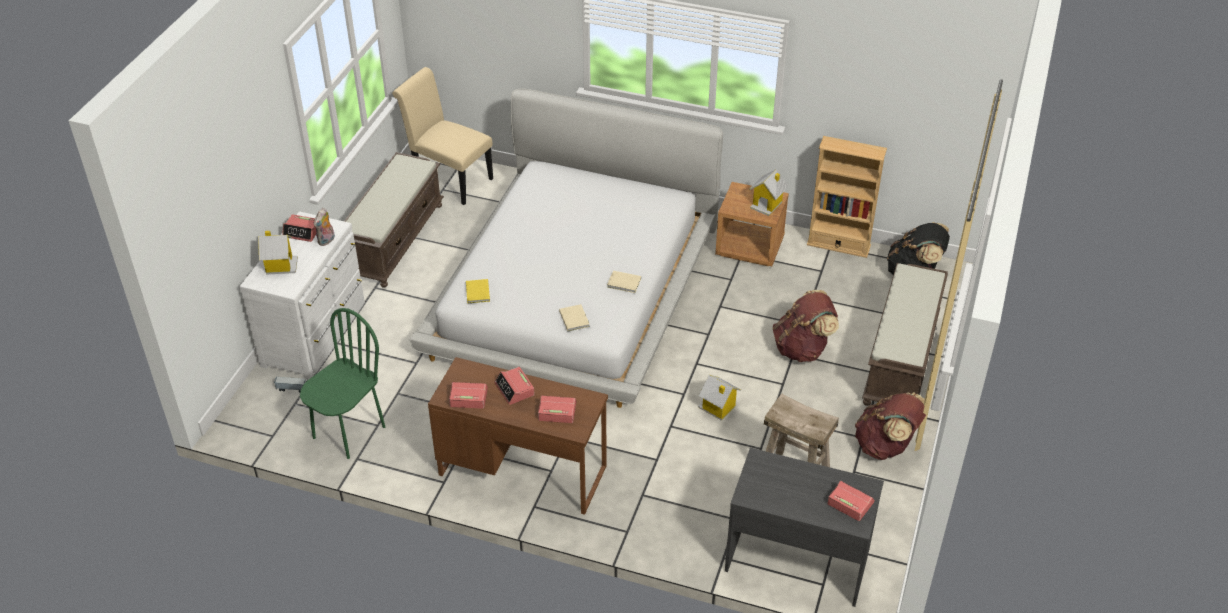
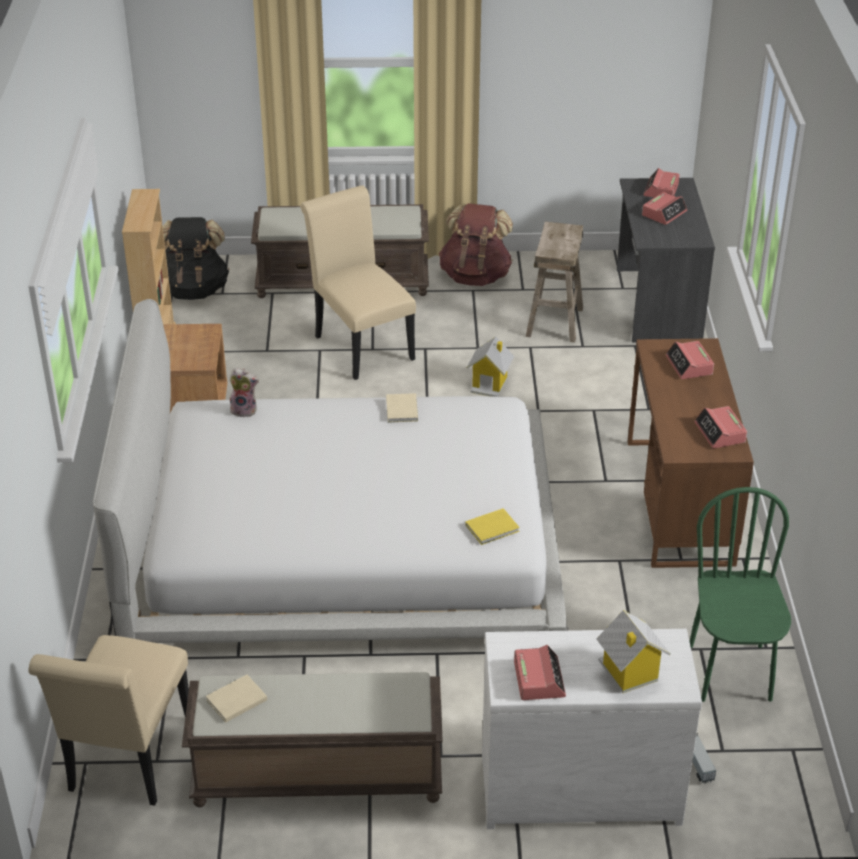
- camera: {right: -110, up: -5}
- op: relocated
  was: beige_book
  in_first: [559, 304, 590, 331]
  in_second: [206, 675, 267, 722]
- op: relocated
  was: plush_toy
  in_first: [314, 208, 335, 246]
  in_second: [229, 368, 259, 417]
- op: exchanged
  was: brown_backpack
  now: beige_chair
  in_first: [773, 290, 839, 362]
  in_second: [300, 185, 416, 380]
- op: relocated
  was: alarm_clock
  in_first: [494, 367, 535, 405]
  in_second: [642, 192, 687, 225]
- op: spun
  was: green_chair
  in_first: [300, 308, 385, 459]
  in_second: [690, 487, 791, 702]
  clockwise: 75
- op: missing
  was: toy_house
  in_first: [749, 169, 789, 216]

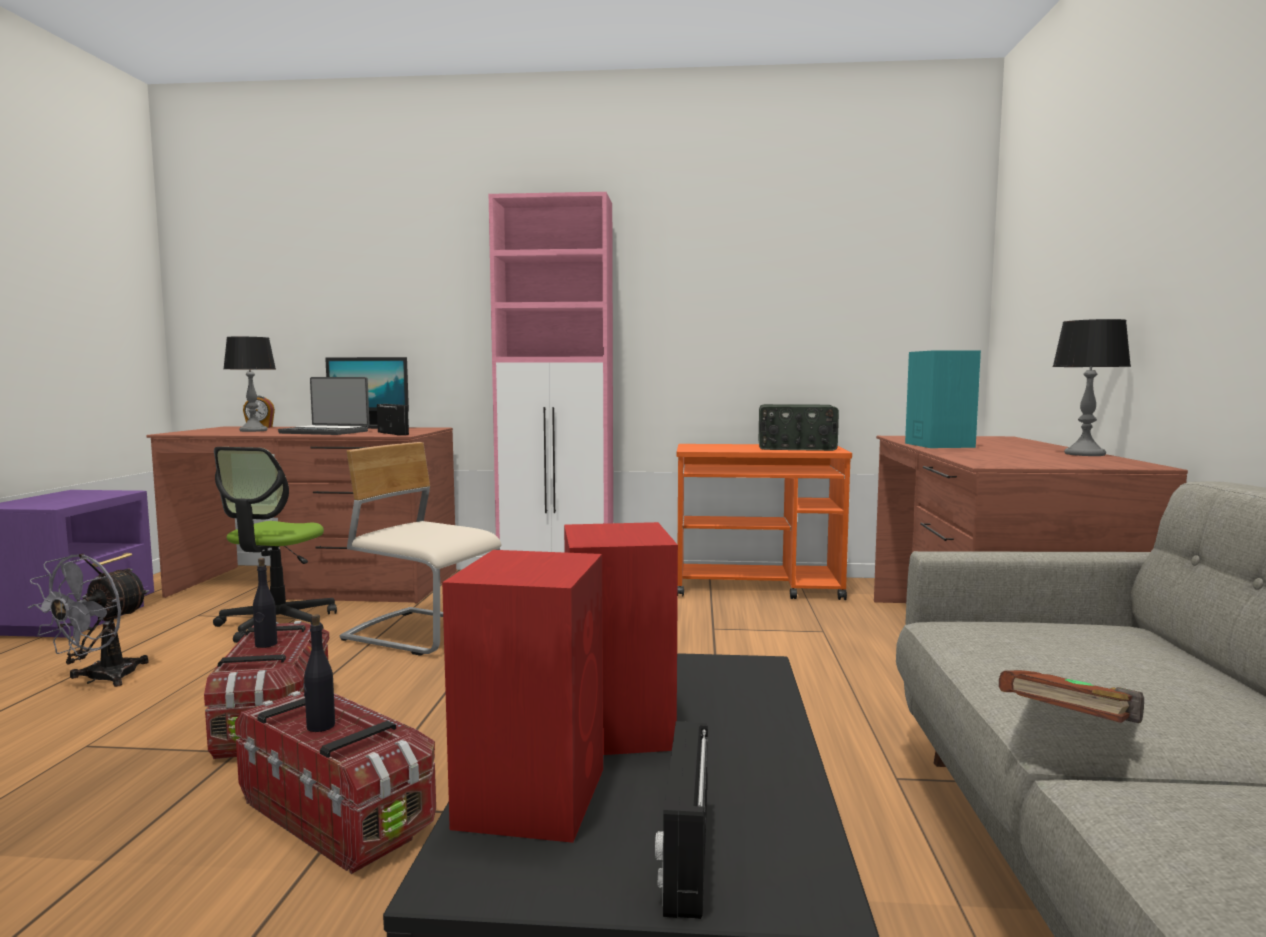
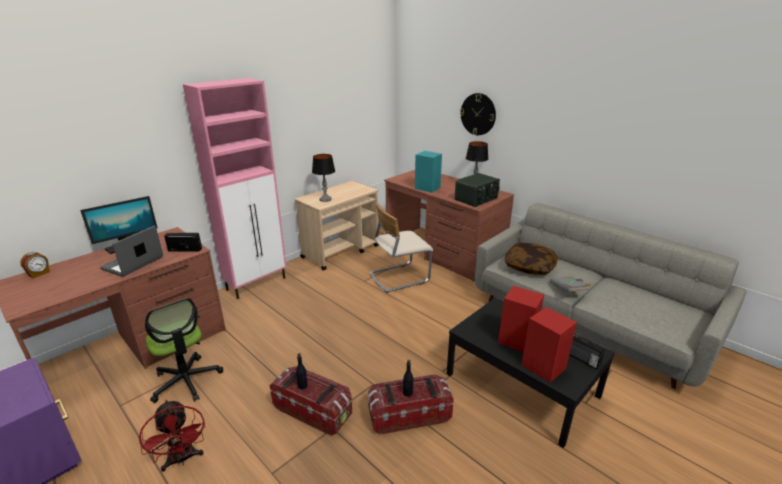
- camera: {right: -50, up: 20}
- op: spun
  was: laptop
  in_first: [278, 377, 370, 435]
  in_second: [100, 226, 163, 277]
  clockwise: 150
- op: colour
  was: grey_fan
  now: red_fan
  in_first: [27, 554, 149, 687]
  in_second: [139, 400, 205, 472]
- op: colour
  was: orange_cart
  now: beige_cart
  in_first: [677, 444, 852, 600]
  in_second: [295, 181, 378, 271]
- op: relocated
  was: table_lamp
  in_first: [224, 337, 276, 432]
  in_second: [312, 154, 335, 202]
- op: relocated
  was: beige_chair
  in_first: [340, 442, 501, 656]
  in_second: [370, 203, 433, 293]
- op: relocated
  was: radio
  in_first: [759, 404, 839, 451]
  in_second: [455, 173, 500, 207]
- op: appeared
  now: wall_clock
  in_second: [460, 93, 496, 135]
- op: appeared
  now: pillow
  in_second: [504, 243, 558, 275]
- op: colour
  was: brown_book
  now: grey_book
  in_first: [999, 670, 1144, 723]
  in_second: [550, 276, 590, 292]

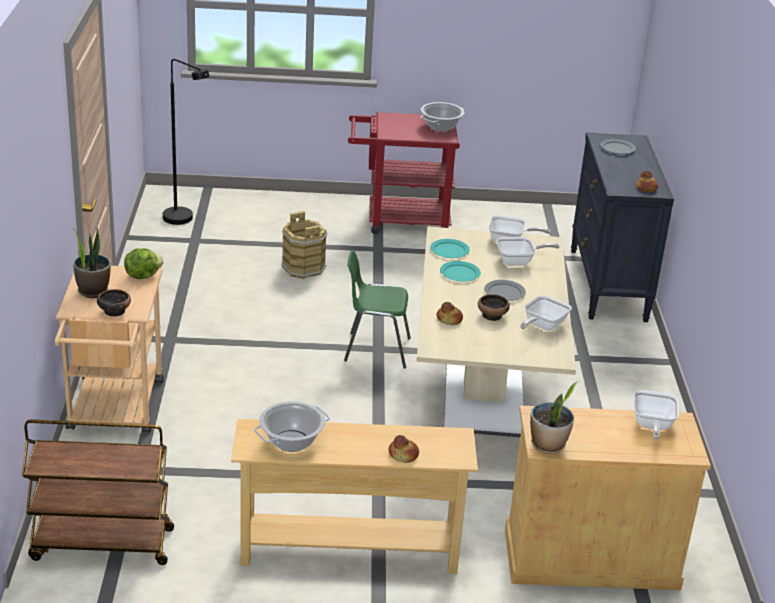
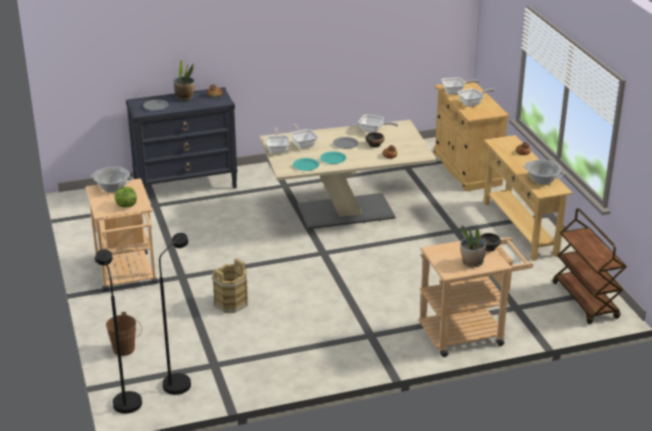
- camera: {right: -105, up: 0}
- op: colour
  was: red_cart
  now: beige_cart
  in_first: [348, 112, 460, 234]
  in_second: [86, 178, 158, 292]
- op: appeared
  now: black_floor_lamp
  in_second: [96, 249, 142, 414]
- op: appeared
  now: brown_bucket
  in_second: [106, 312, 142, 356]
- op: relocated
  was: lettuce
  in_first: [124, 248, 163, 279]
  in_second: [115, 187, 137, 207]
- op: relocated
  was: potted_plant
  in_first: [530, 382, 578, 454]
  in_second: [174, 58, 194, 101]
- op: appeared
  now: frying_pan
  in_second: [458, 88, 494, 107]
- op: missing
  was: green_chair
  in_first: [344, 250, 411, 369]

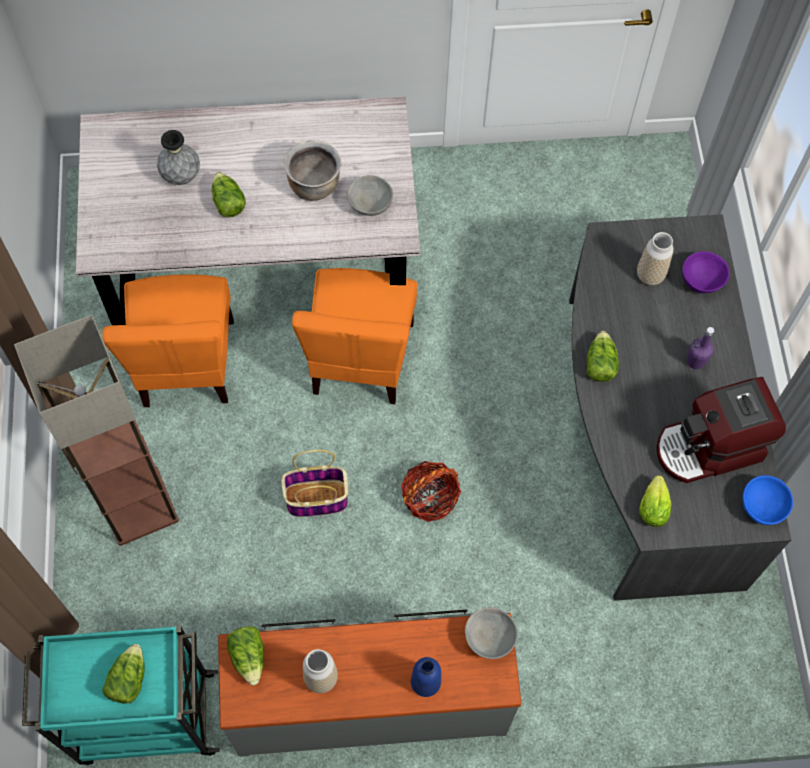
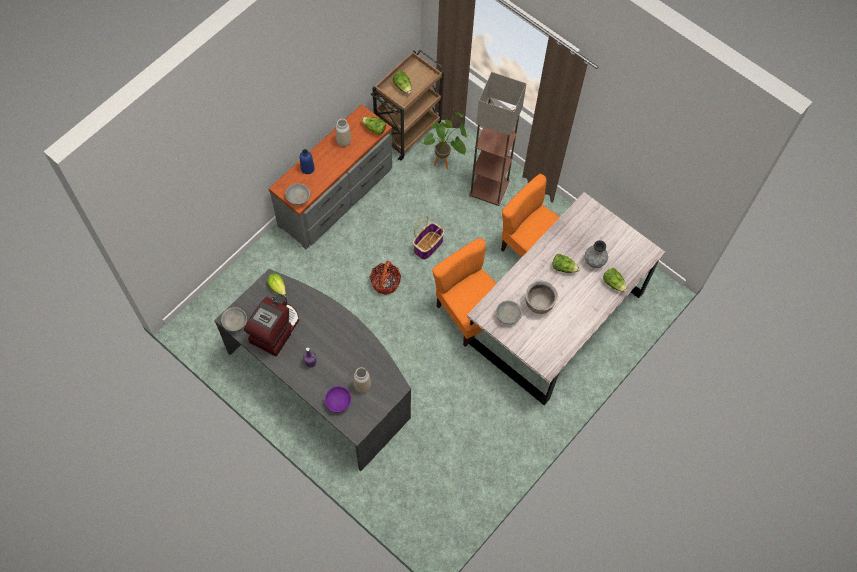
- camera: {right: 135, up: 0}
- op: colour
  was: blue_bowl
  now: grey_bowl
  in_first: [742, 475, 793, 525]
  in_second: [221, 307, 247, 332]
- op: colour
  was: turquoise_cart
  now: brown_cart
  in_first: [22, 626, 220, 765]
  in_second: [370, 50, 444, 161]
- op: appeared
  now: potted_plant
  in_second: [422, 110, 468, 169]
- op: relocated
  was: lettuce
  in_first: [587, 331, 619, 382]
  in_second: [603, 268, 627, 292]

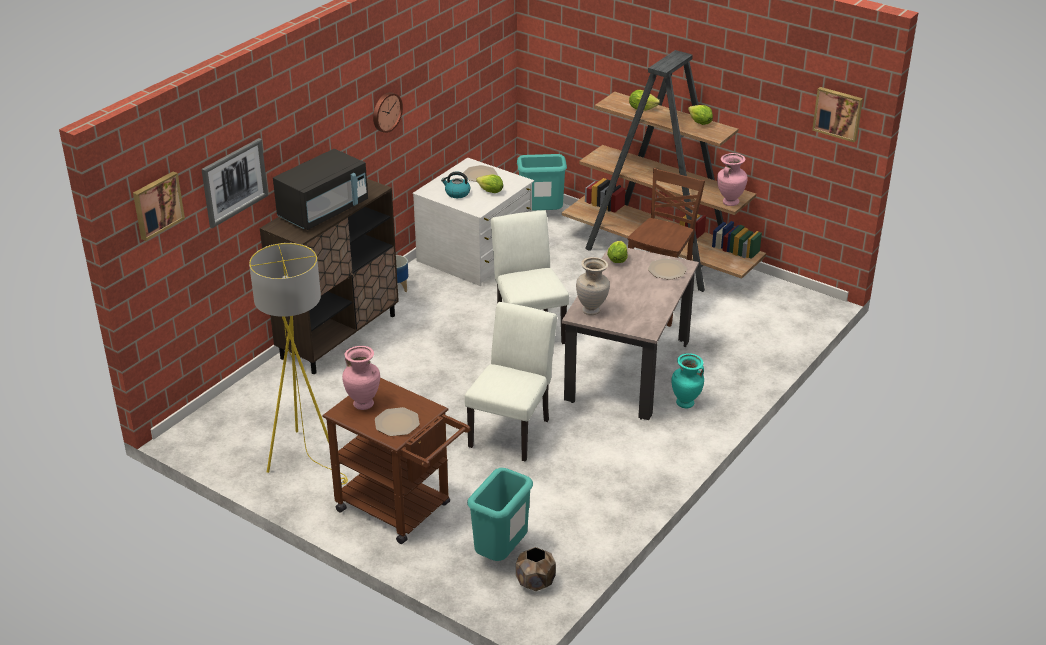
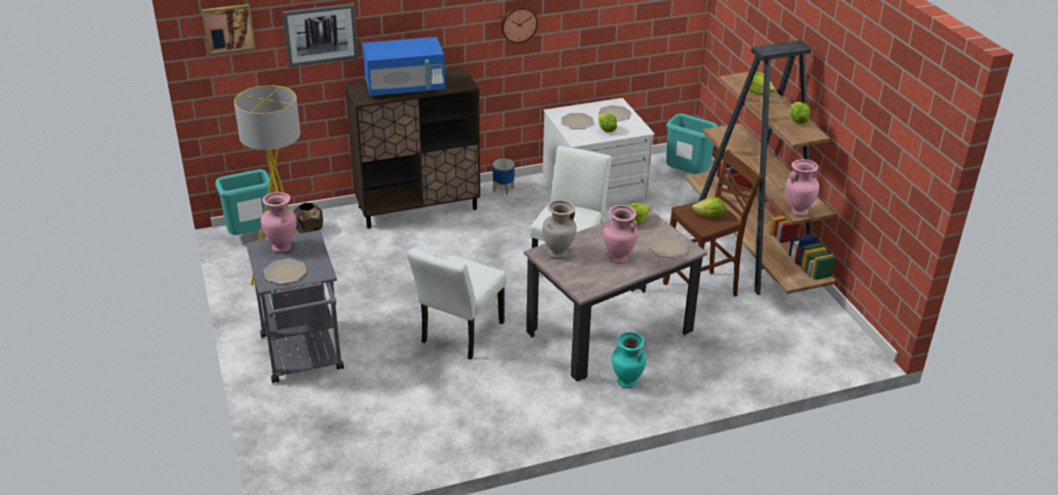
- camera: {right: 35, up: 0}
- op: relocated
  was: turquoise_trash_can
  in_first: [467, 468, 533, 561]
  in_second: [215, 169, 271, 235]
- op: colour
  was: brown_cart
  now: grey_cart
  in_first: [322, 378, 471, 544]
  in_second: [246, 230, 344, 383]
- op: relocated
  was: brown_planter
  in_first: [516, 547, 556, 591]
  in_second: [293, 203, 323, 233]
- op: colour
  was: black_microwave
  now: blue_microwave
  in_first: [273, 149, 368, 230]
  in_second: [363, 37, 445, 96]
- op: spun
  was: white_chair
  in_first: [465, 302, 557, 462]
  in_second: [407, 248, 507, 359]
  clockwise: 150
- op: exchanged
  was: kettle
  now: plate
  in_first: [441, 171, 470, 198]
  in_second: [561, 113, 594, 129]
- op: appeared
  now: pink_vase
  in_second: [603, 205, 638, 264]
- op: appeared
  now: lettuce
  in_second: [692, 197, 726, 217]
- op: missing
  was: picture
  in_first: [812, 87, 863, 143]

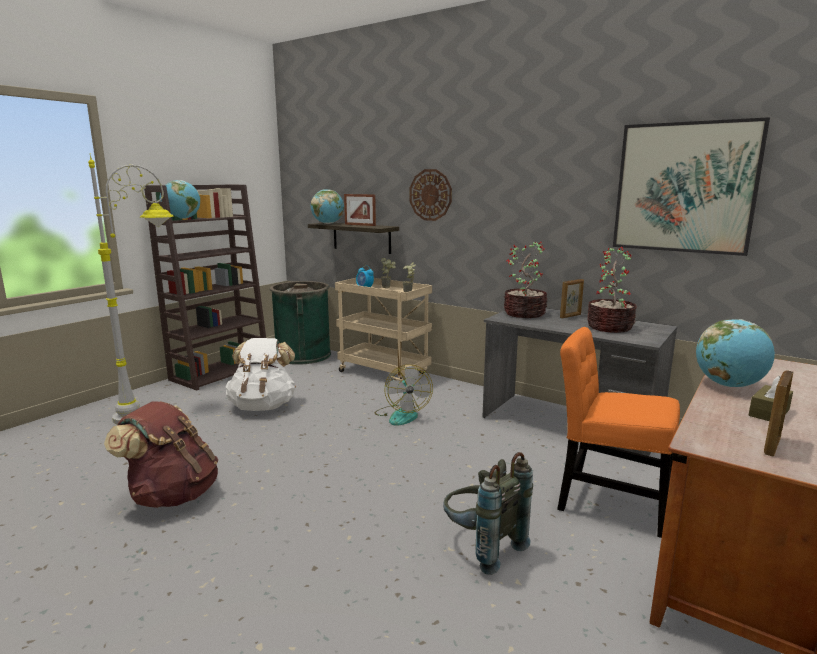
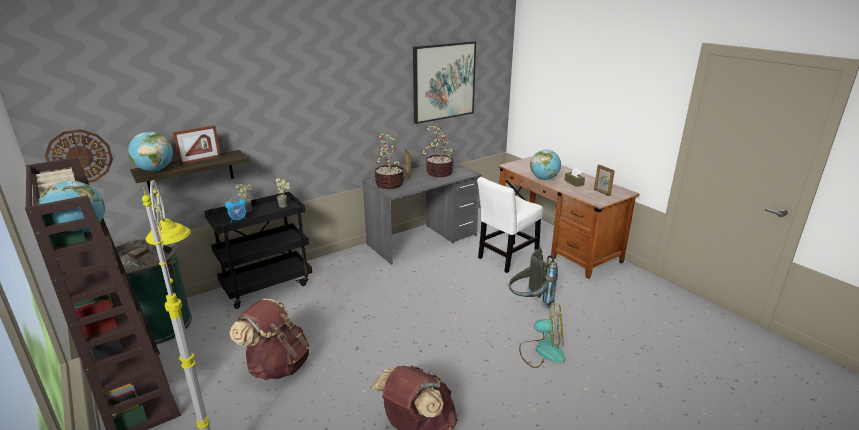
- camera: {right: -70, up: 10}
- op: relocated
  was: wall_clock
  in_first: [409, 169, 452, 221]
  in_second: [45, 129, 113, 183]
- op: colour
  was: beige_cart
  now: black_cart
  in_first: [335, 278, 432, 382]
  in_second: [204, 192, 312, 309]
- op: colour
  was: white_backpack
  now: brown_backpack
  in_first: [226, 338, 296, 411]
  in_second: [230, 299, 309, 380]
- op: colour
  was: orange_chair
  now: white_chair
  in_first: [557, 327, 680, 538]
  in_second: [477, 177, 543, 273]
- op: relocated
  was: fan
  in_first: [374, 365, 433, 425]
  in_second: [519, 302, 565, 368]

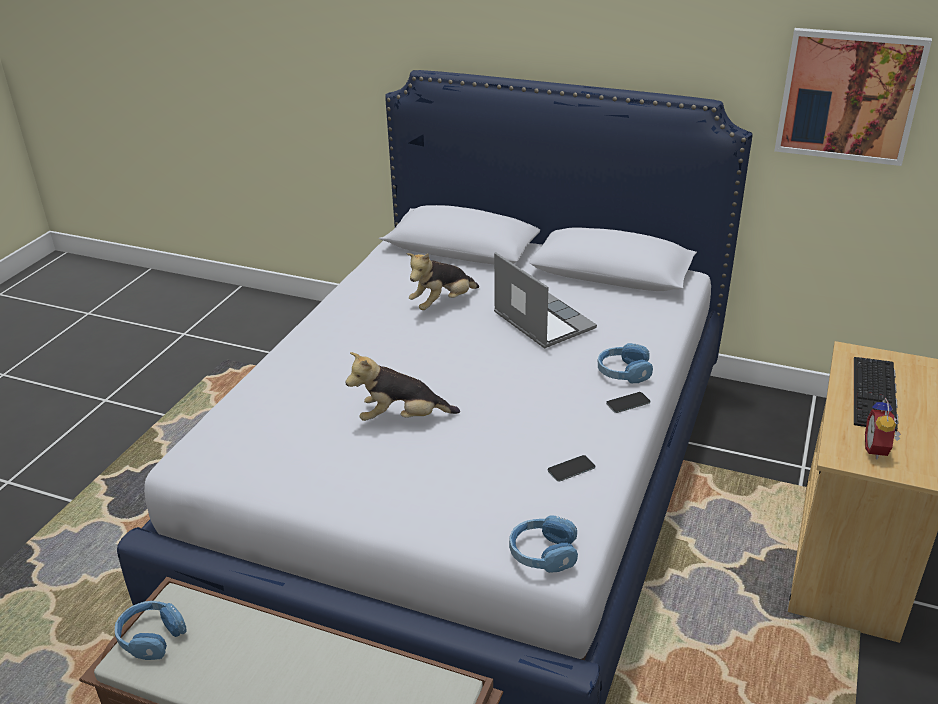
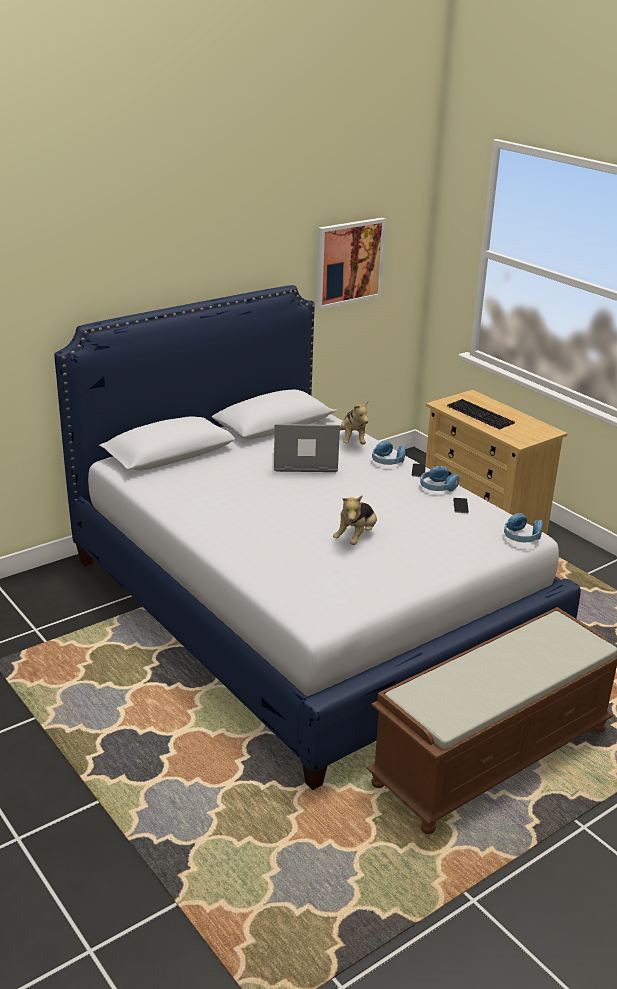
- camera: {right: -60, up: -5}
- op: relocated
  was: plush_toy
  in_first: [407, 253, 479, 310]
  in_second: [340, 401, 368, 445]
- op: relocated
  was: blue_headphones
  in_first: [115, 601, 187, 660]
  in_second: [420, 466, 459, 492]
- op: missing
  was: alarm_clock
  in_first: [865, 398, 901, 459]

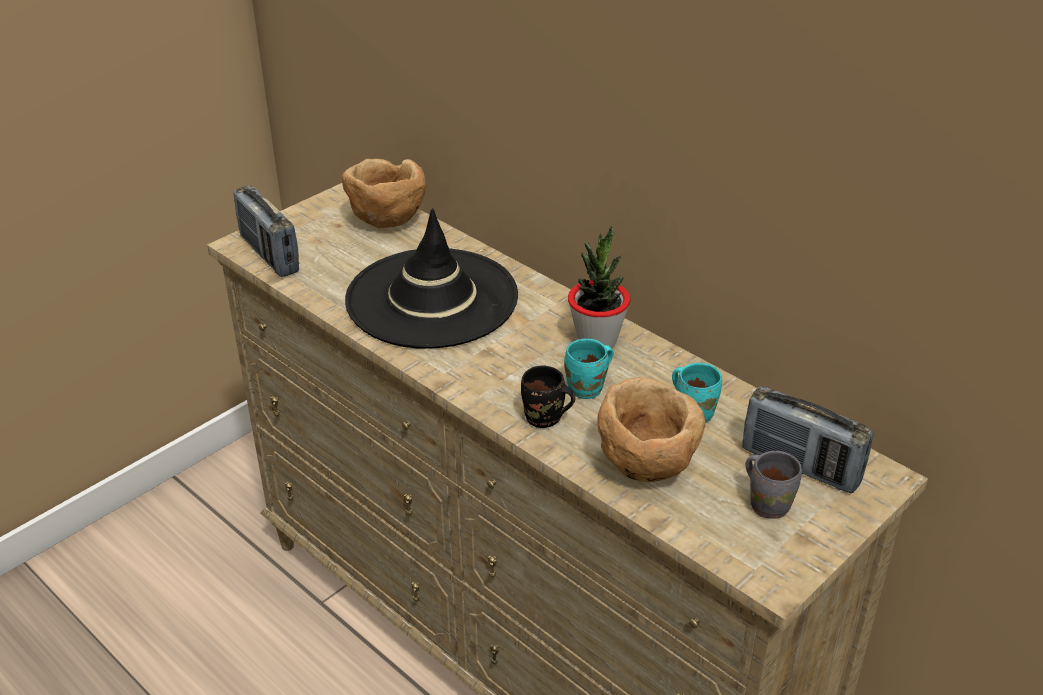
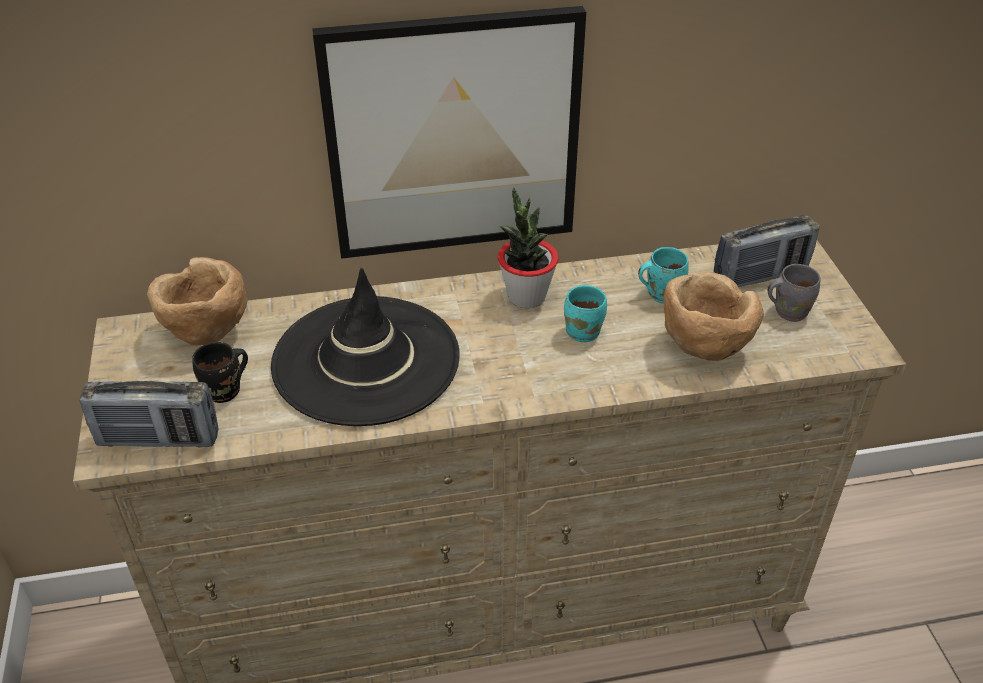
- camera: {right: -55, up: 5}
- op: relocated
  was: black_mug
  in_first: [521, 365, 576, 428]
  in_second: [192, 342, 248, 403]
- op: appeared
  now: picture
  in_second: [312, 6, 586, 259]

